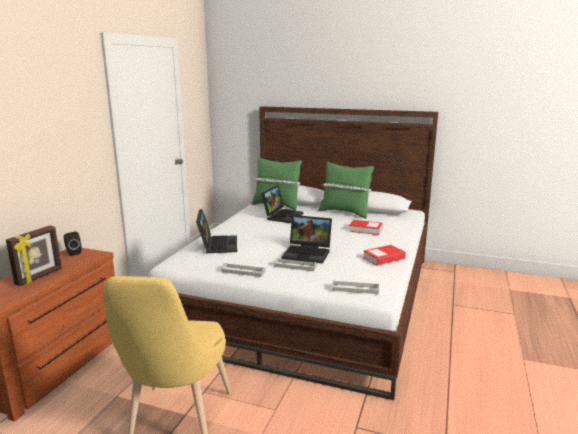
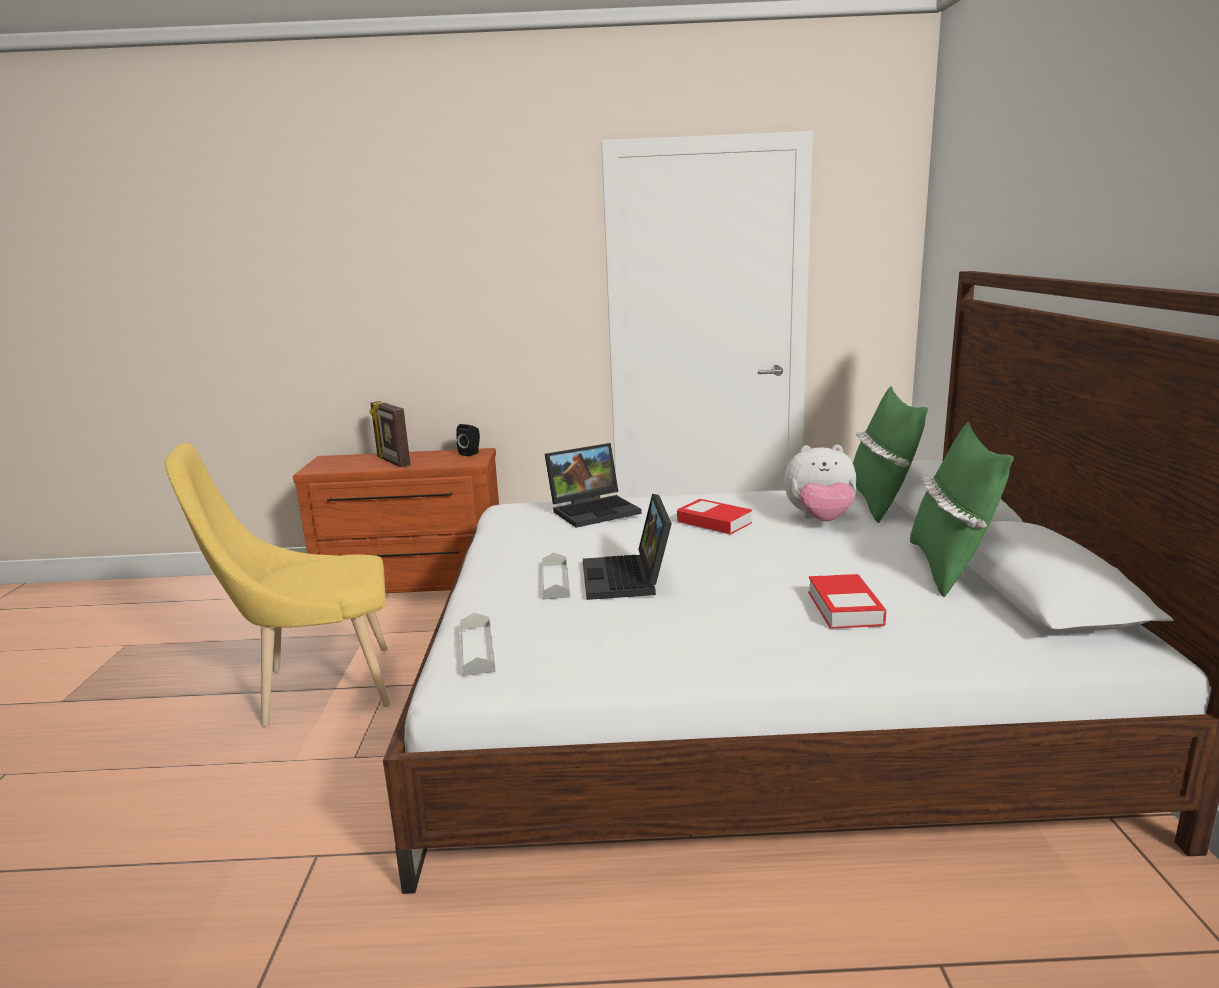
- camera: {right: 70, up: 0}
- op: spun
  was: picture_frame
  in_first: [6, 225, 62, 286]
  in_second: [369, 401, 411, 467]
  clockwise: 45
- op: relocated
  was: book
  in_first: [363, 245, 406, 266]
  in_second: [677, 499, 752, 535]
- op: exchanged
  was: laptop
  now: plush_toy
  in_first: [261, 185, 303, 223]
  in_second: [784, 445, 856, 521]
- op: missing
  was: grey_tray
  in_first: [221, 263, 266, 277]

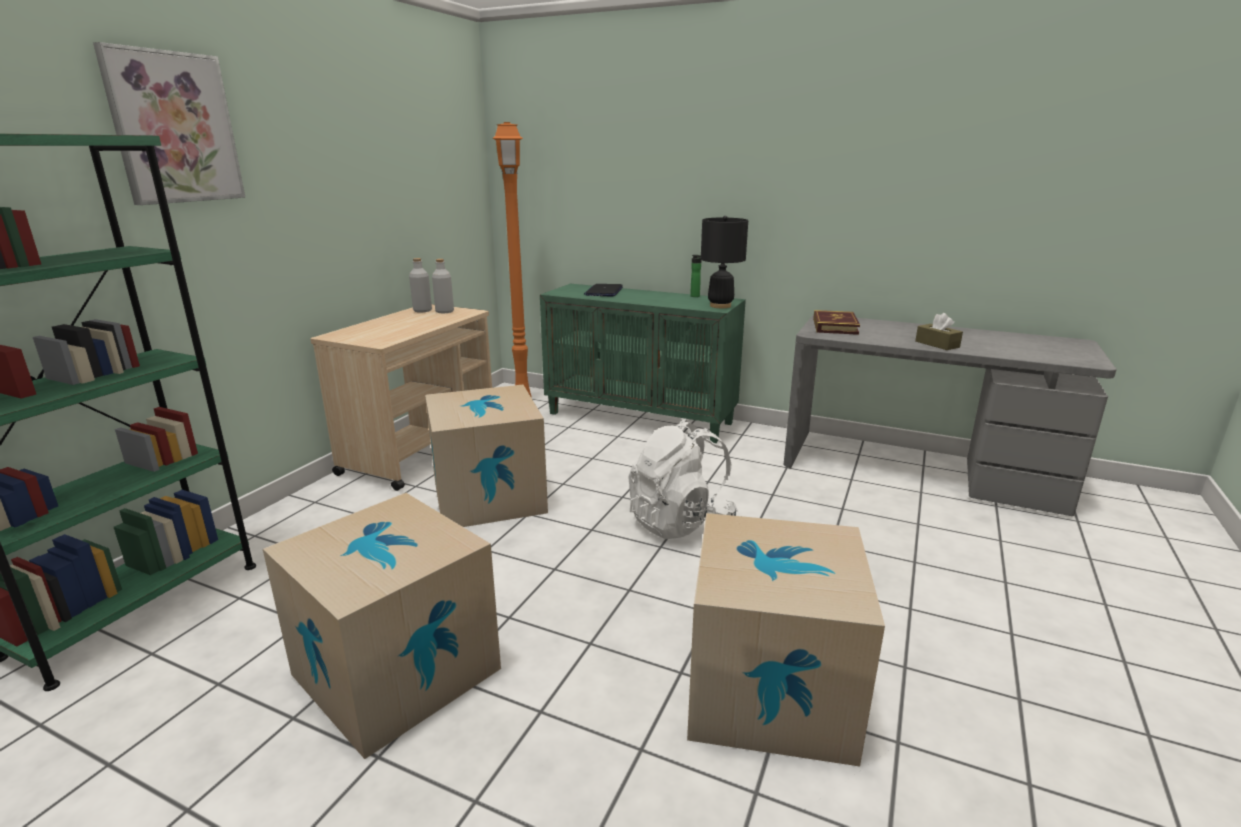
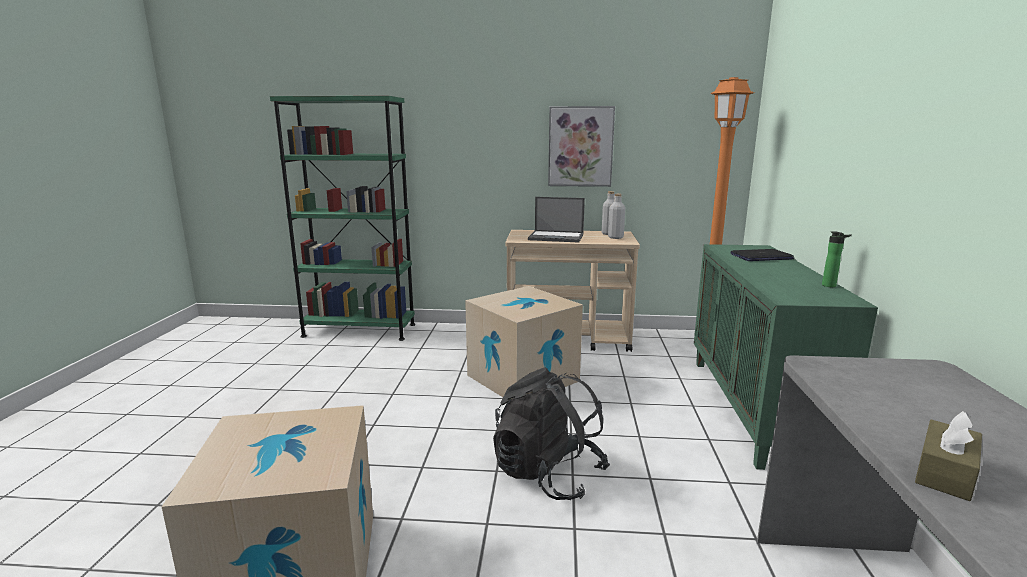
- camera: {right: 70, up: -5}
- op: colour
  was: white_backpack
  now: black_backpack
  in_first: [628, 419, 738, 539]
  in_second: [493, 367, 610, 500]
- op: appeared
  now: laptop
  in_second: [528, 197, 585, 243]
- op: relocated
  was: picture
  in_first: [93, 42, 246, 205]
  in_second: [548, 106, 615, 187]
- op: missing
  was: cardboard_box
  in_first: [263, 493, 501, 759]
- op: missing
  was: black_table_lamp
  in_first: [701, 216, 748, 308]
- op: missing
  was: book
  in_first: [813, 310, 860, 335]

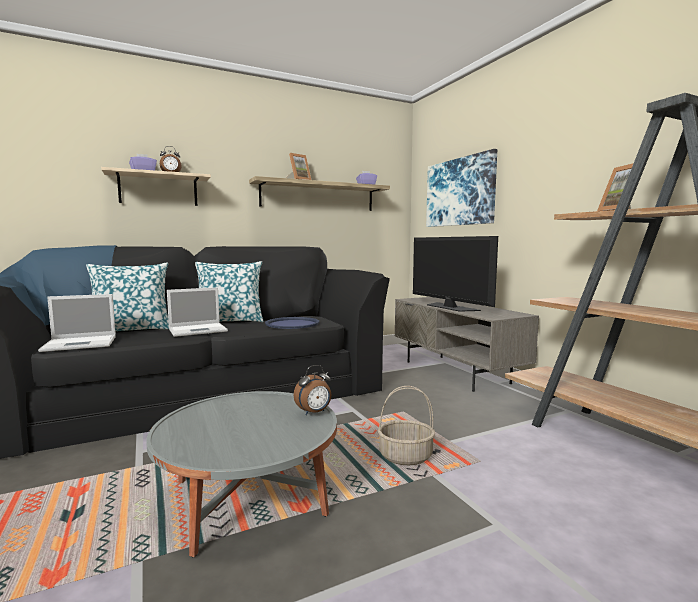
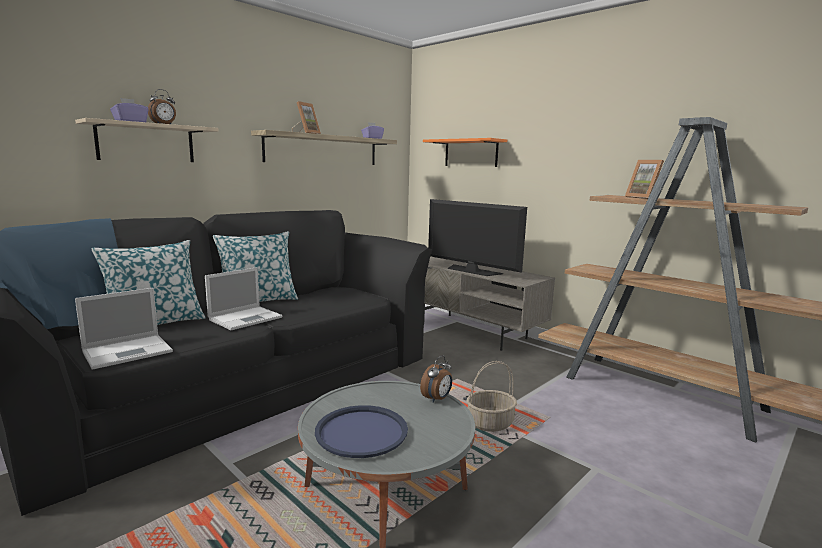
- camera: {right: -20, up: 5}
- op: relocated
  was: blue_tray
  in_first: [265, 317, 319, 329]
  in_second: [315, 405, 408, 458]
- op: exchanged
  was: picture
  now: orange_shelf
  in_first: [426, 149, 497, 227]
  in_second: [423, 138, 507, 167]

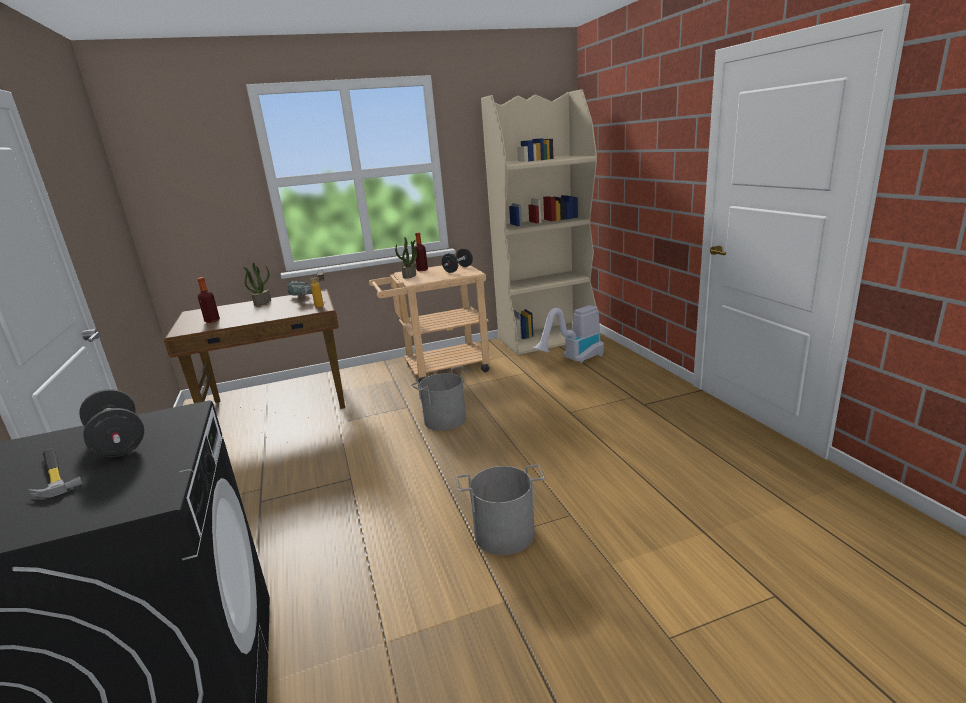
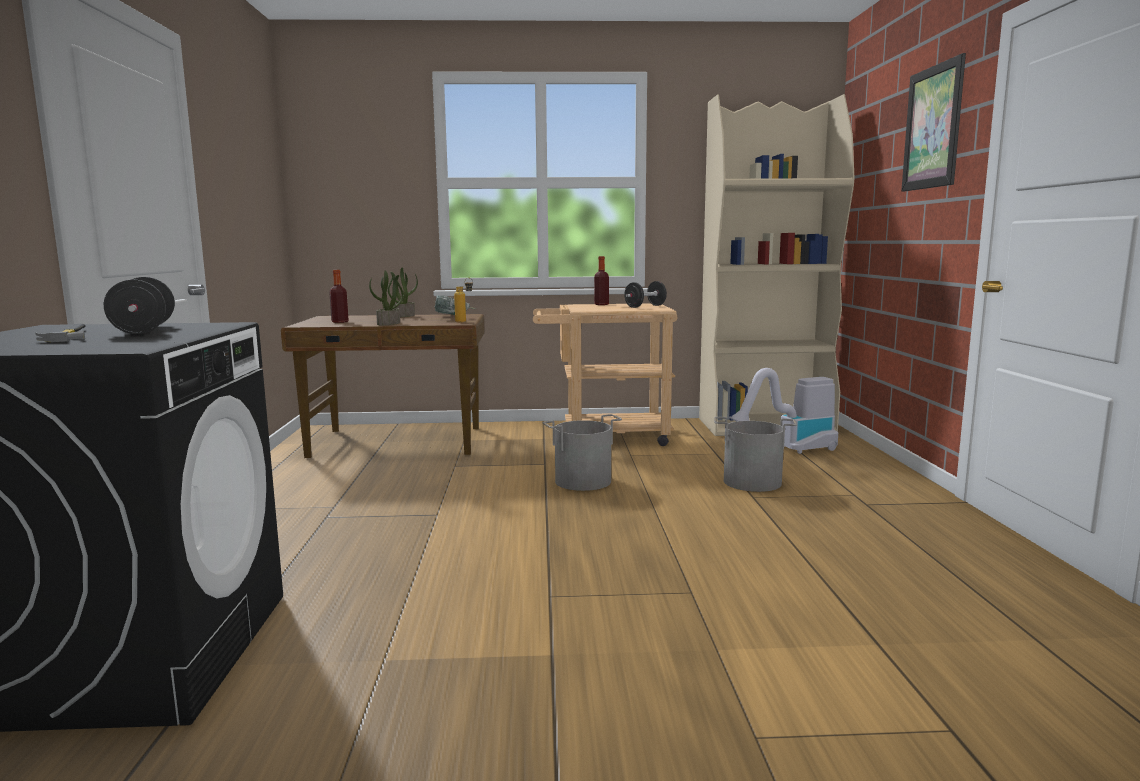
- camera: {right: 15, up: -10}
- op: relocated
  was: potted_plant
  in_first: [395, 237, 417, 278]
  in_second: [369, 270, 404, 325]
- op: relocated
  was: grey_bucket
  in_first: [456, 465, 545, 555]
  in_second: [714, 417, 797, 492]
- op: appeared
  now: picture
  in_second: [901, 53, 966, 192]

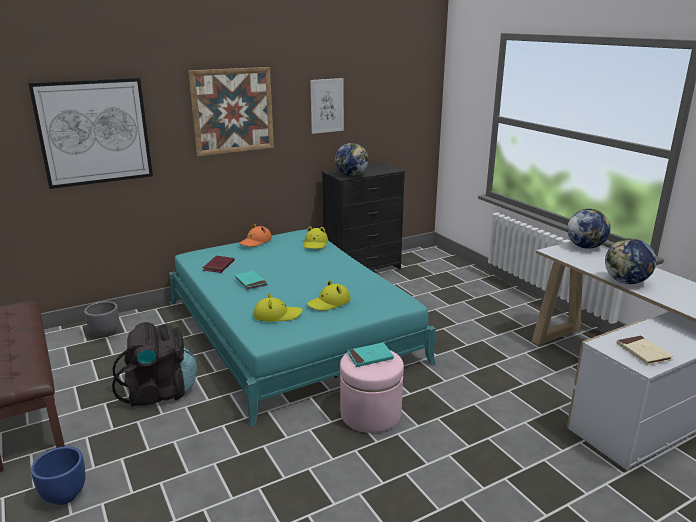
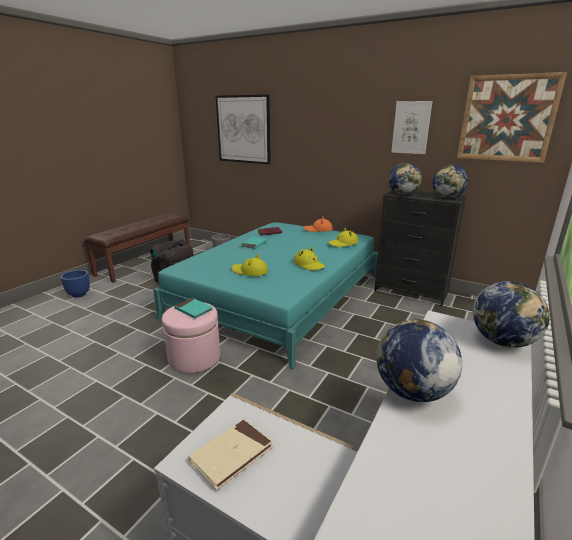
- camera: {right: 60, up: 0}
- op: relocated
  was: yellow_hat
  in_first: [253, 293, 302, 321]
  in_second: [294, 247, 326, 270]
- op: appeared
  now: globe
  in_second: [432, 165, 468, 199]
- op: relocated
  was: picture
  in_first: [188, 67, 274, 156]
  in_second: [457, 72, 567, 163]

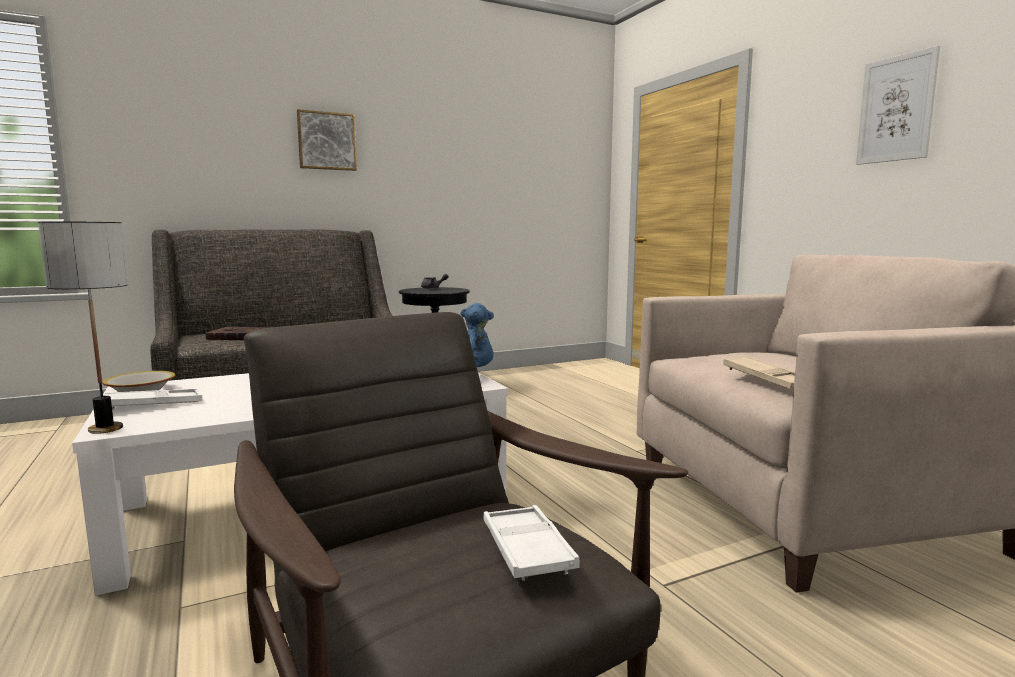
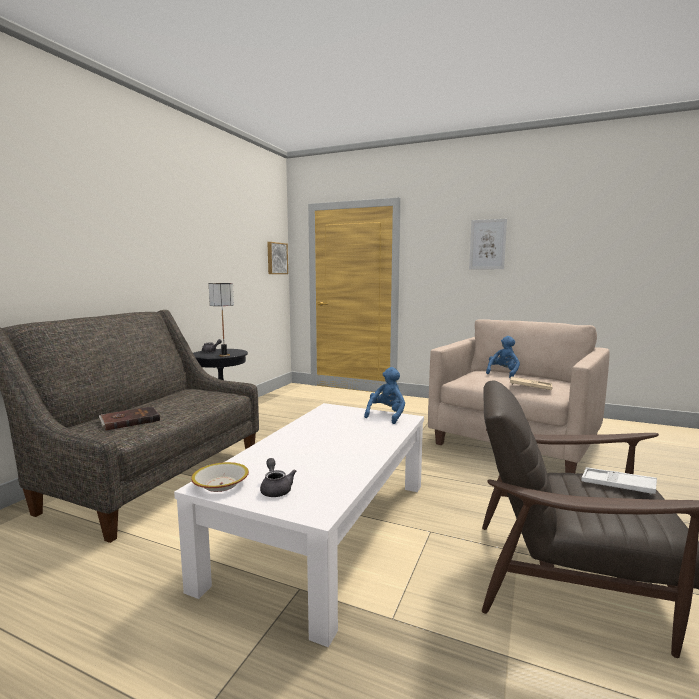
- camera: {right: -40, up: 0}
- op: relocated
  was: table_lamp
  in_first: [38, 221, 128, 434]
  in_second: [209, 283, 234, 357]
- op: exchanged
  was: white_tray
  now: grey_teapot
  in_first: [105, 389, 202, 410]
  in_second: [260, 458, 296, 497]
- op: relocated
  was: picture
  in_first: [297, 109, 357, 171]
  in_second: [267, 242, 288, 274]
- op: appeared
  now: blue_plush_toy
  in_second: [486, 336, 520, 378]

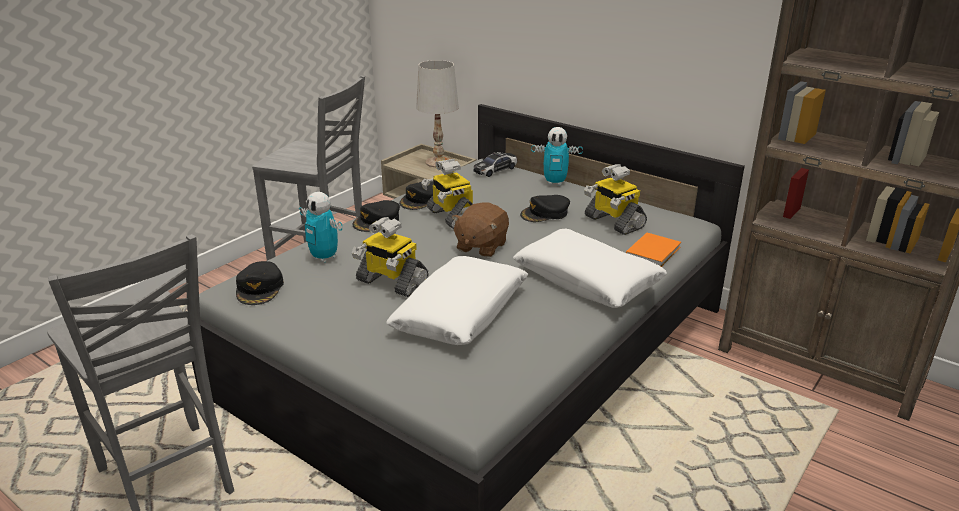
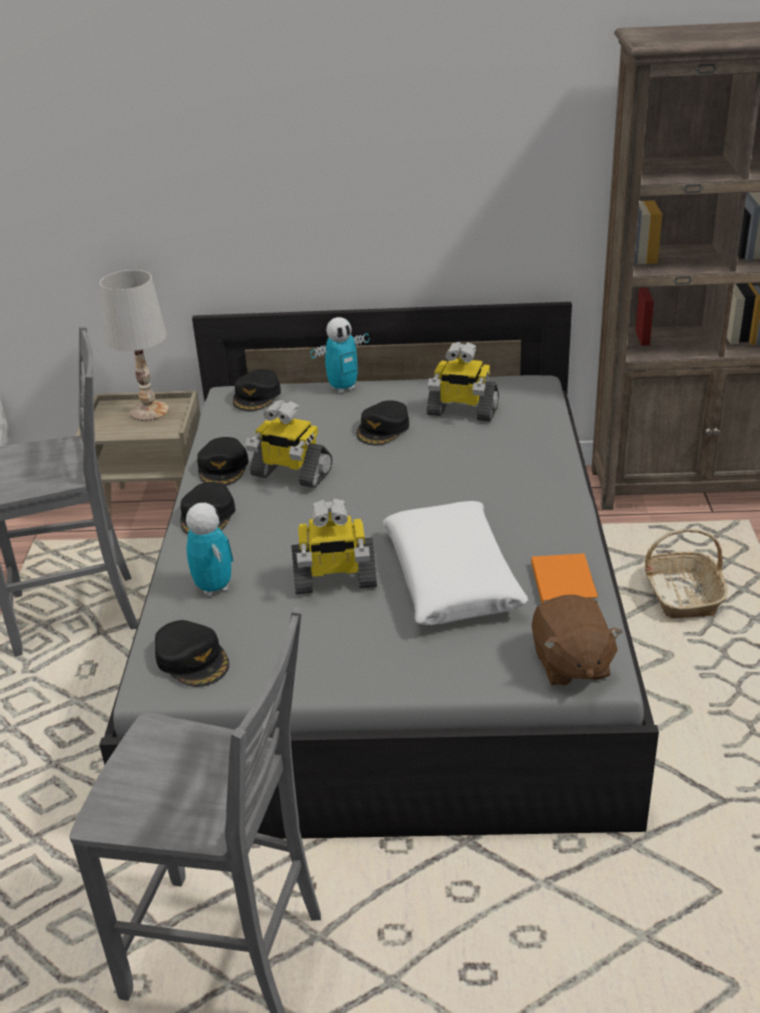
- camera: {right: -35, up: 5}
- op: spun
  was: toy_robot
  in_first: [299, 192, 342, 263]
  in_second: [186, 503, 233, 596]
  clockwise: -120
- op: exchanged
  was: toy_car
  now: black_cap
  in_first: [473, 152, 517, 177]
  in_second: [233, 369, 281, 411]
- op: relocated
  was: orange_book
  in_first: [626, 233, 681, 267]
  in_second: [531, 553, 598, 604]
- op: relocated
  was: brown_plush_toy
  in_first: [452, 202, 509, 257]
  in_second: [532, 595, 623, 686]
- op: appeared
  now: basket
  in_second: [645, 529, 727, 618]
- op: missing
  was: white_pillow
  in_first: [513, 228, 667, 308]

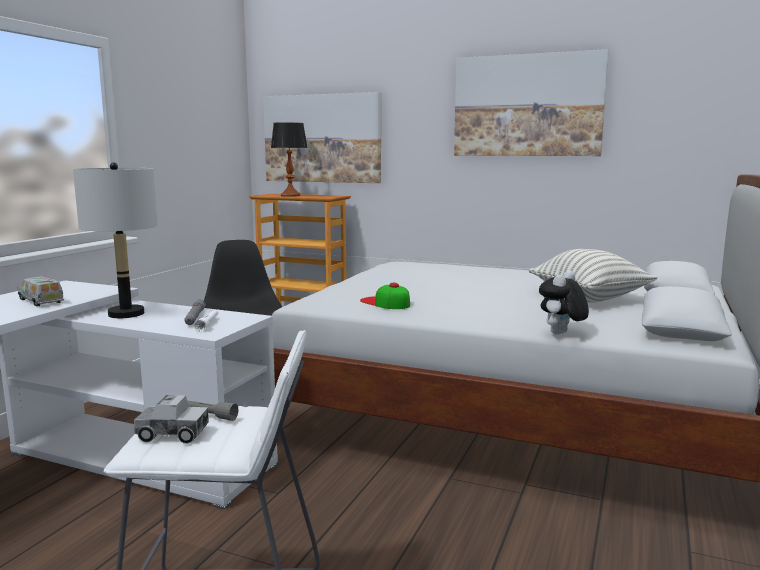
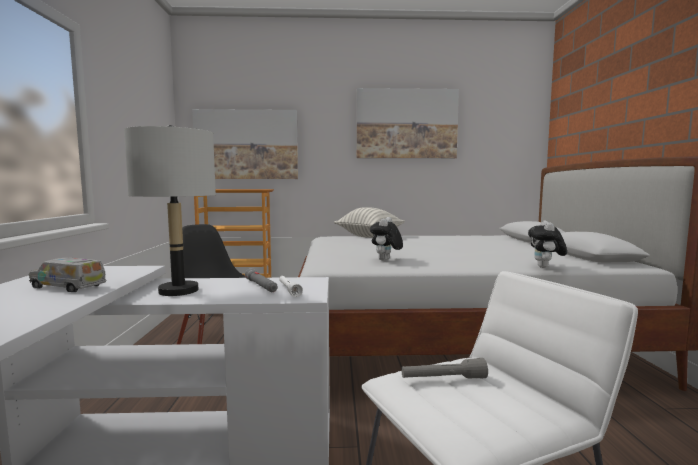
- camera: {right: -25, up: -5}
- op: relocated
  was: pillow
  in_first: [529, 249, 658, 303]
  in_second: [334, 207, 405, 238]
- op: exchanged
  was: cap
  now: plush_toy
  in_first: [360, 283, 410, 309]
  in_second: [370, 217, 403, 261]
- op: missing
  was: toy_truck
  in_first: [134, 395, 209, 444]
- op: missing
  was: table_lamp
  in_first: [271, 122, 307, 197]

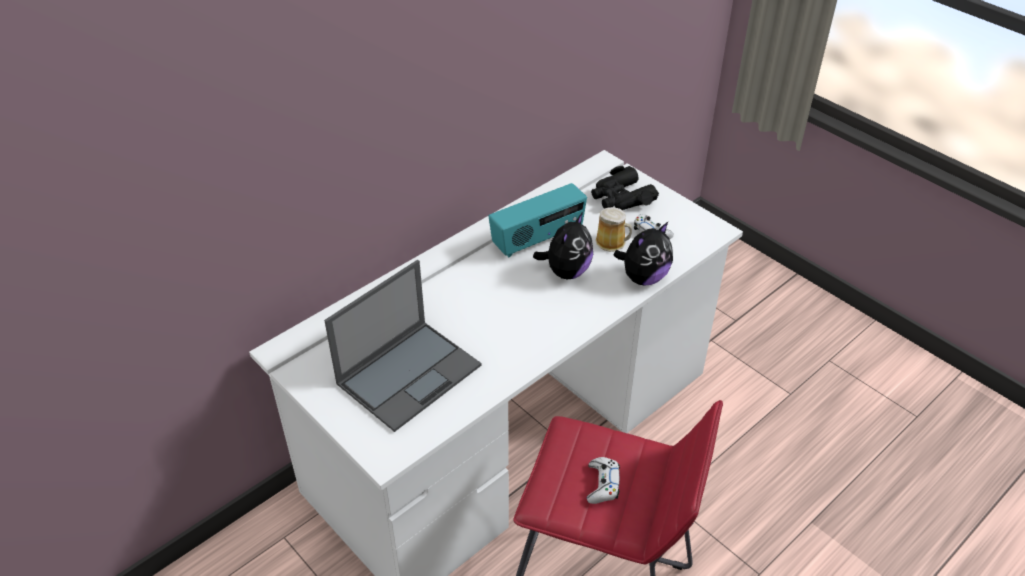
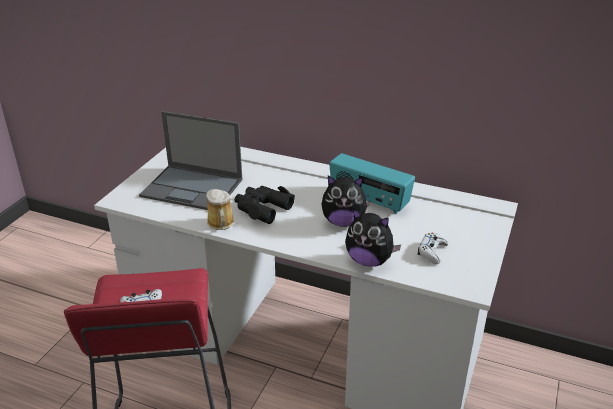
- camera: {right: 65, up: -10}
- op: relocated
  was: mug
  in_first: [595, 207, 632, 252]
  in_second: [206, 189, 234, 230]
- op: relocated
  was: black_binoculars
  in_first: [591, 166, 659, 210]
  in_second: [234, 186, 295, 224]

